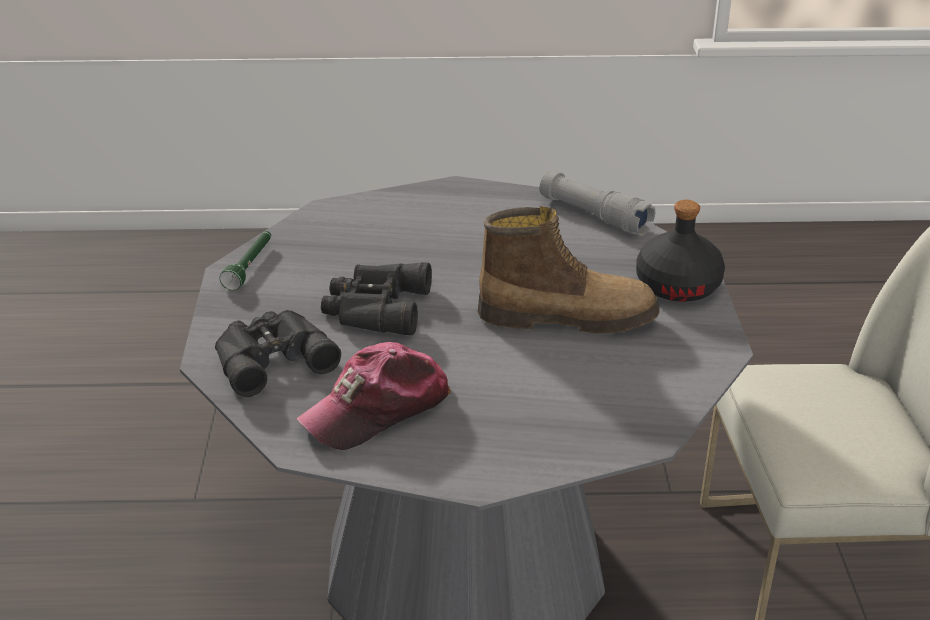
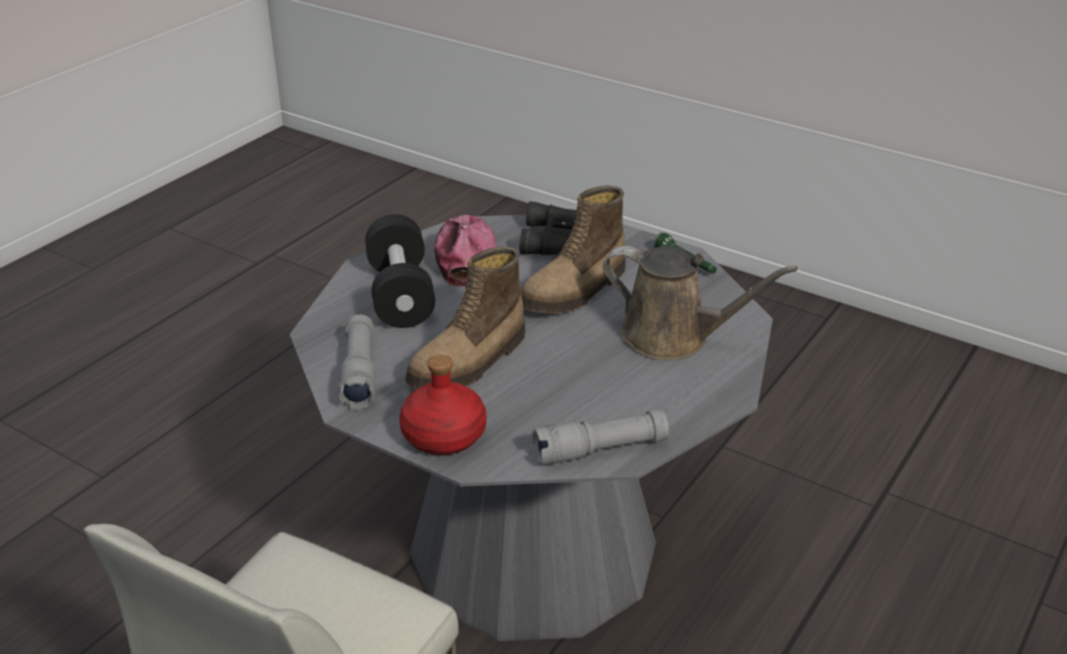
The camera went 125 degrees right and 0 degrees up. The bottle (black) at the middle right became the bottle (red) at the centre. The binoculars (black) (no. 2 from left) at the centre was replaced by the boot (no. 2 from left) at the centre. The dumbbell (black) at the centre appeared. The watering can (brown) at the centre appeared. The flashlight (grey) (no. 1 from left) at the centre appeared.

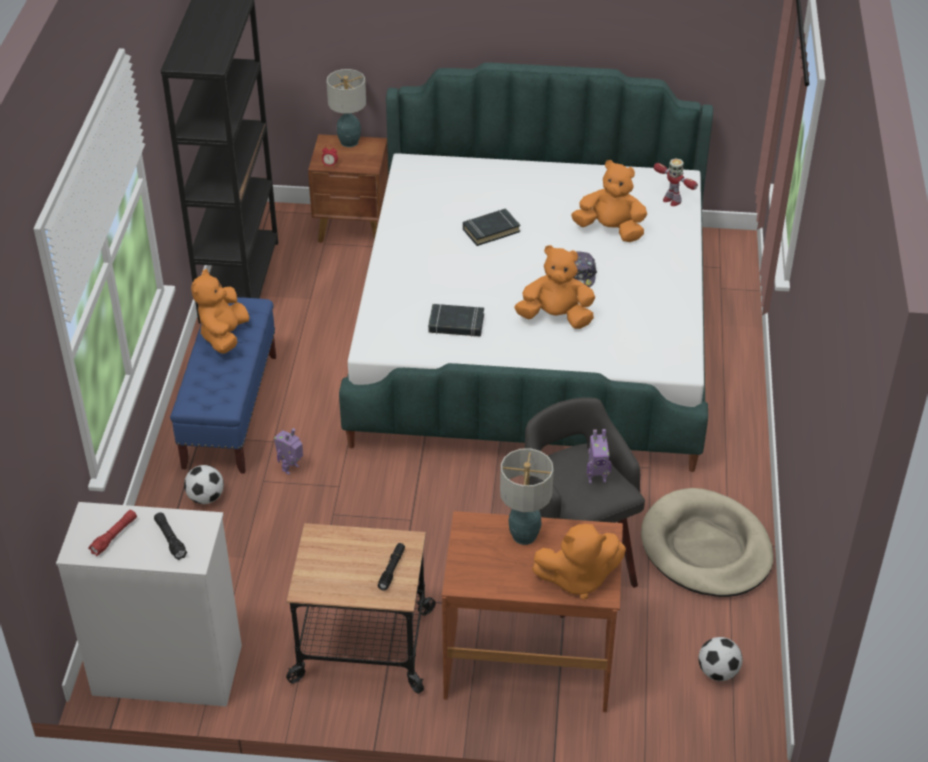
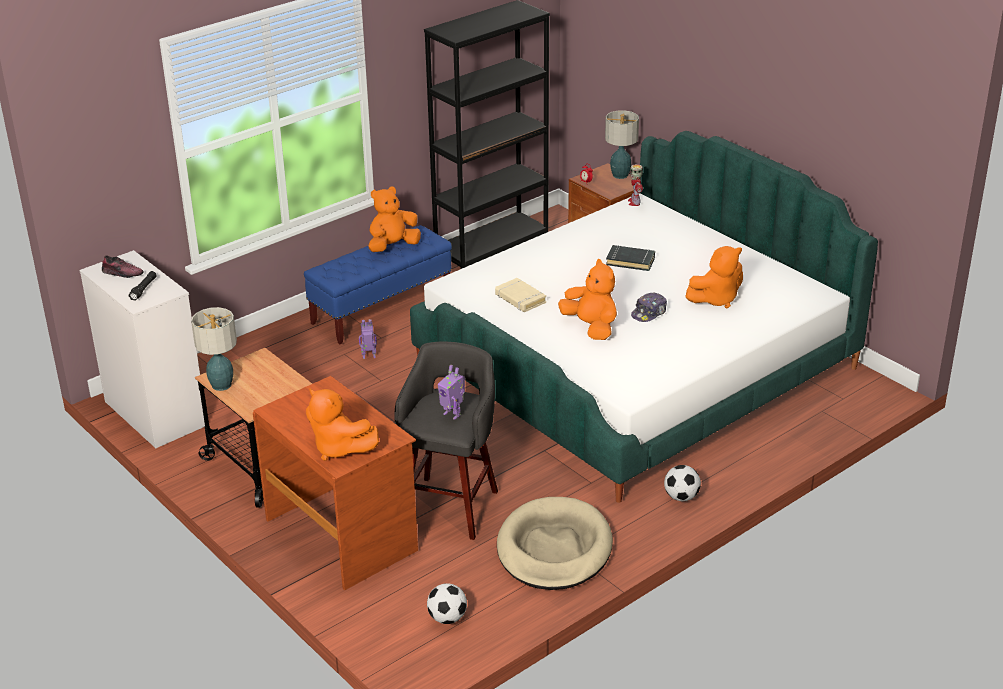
The camera went 45 degrees right and 10 degrees down. The toy robot (no. 3 from left) moved from the top right to the top centre. The plush toy (orange) (no. 4 from left) at the top centre turned 90 degrees clockwise. The book (black) (no. 1 from left) at the centre became the book (beige) at the centre. The table lamp (no. 2 from left in the first image) moved from the centre to the middle left. The football (no. 1 from left in the first image) moved from the middle left to the bottom right. The flashlight (red) at the bottom left was replaced by the shoe at the middle left. The flashlight (black) (no. 2 from left) at the bottom centre disappeared.

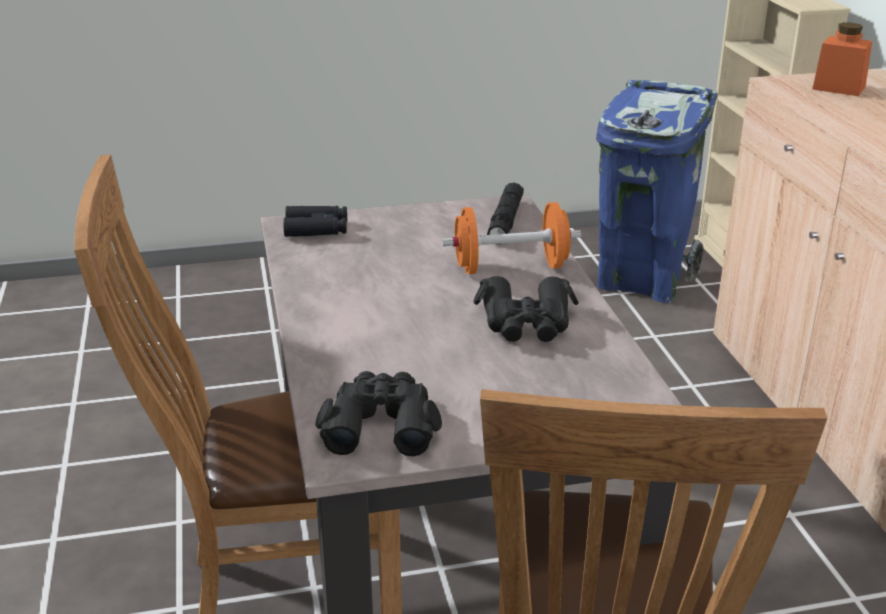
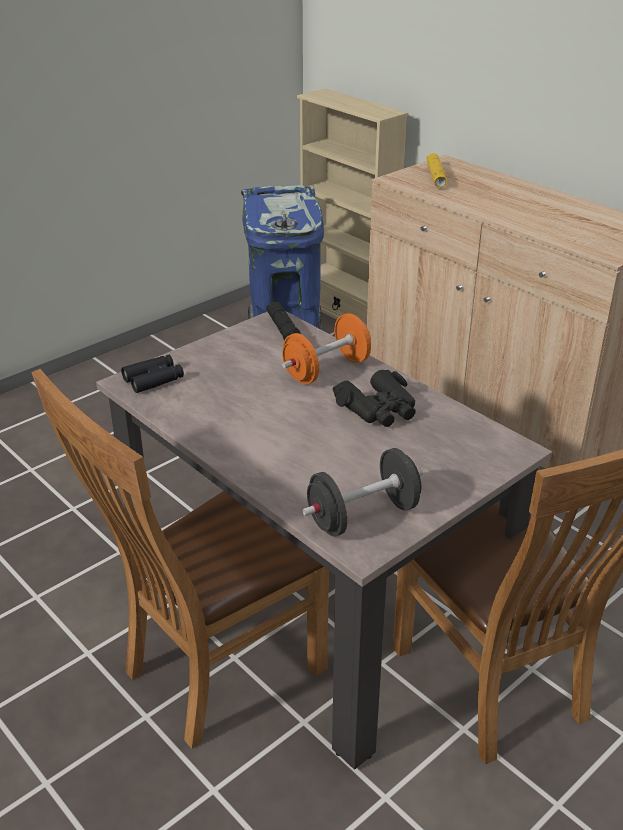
The camera went 30 degrees left and 5 degrees up. The jar (orange) at the top right was replaced by the flashlight (yellow) at the top right. The binoculars (black) (no. 2 from left) at the bottom centre was replaced by the dumbbell (black) at the centre.

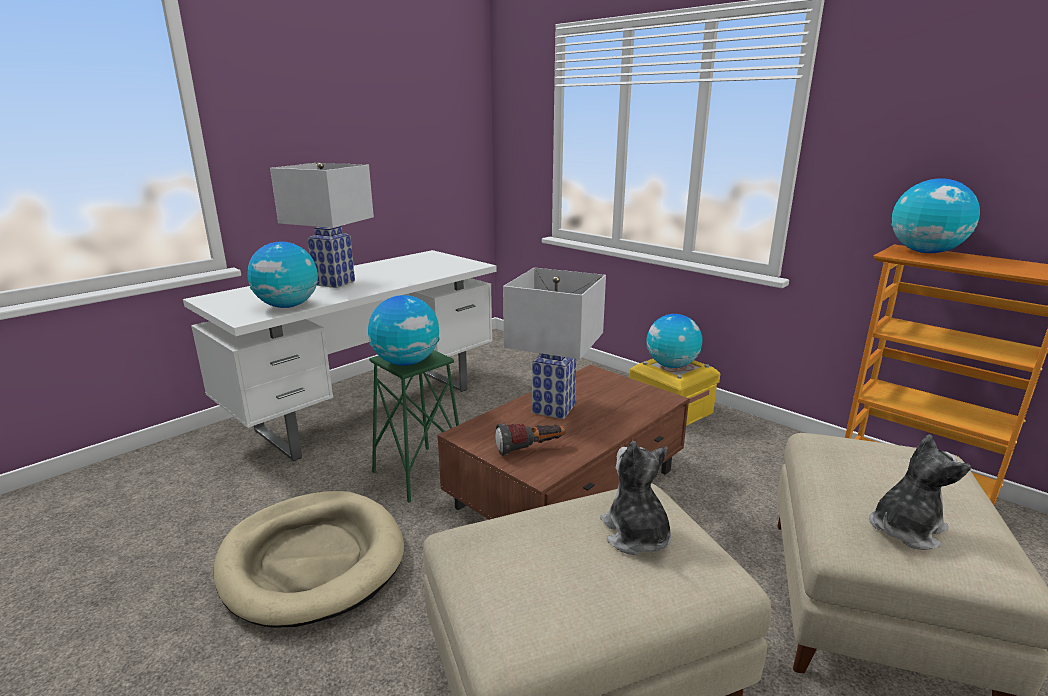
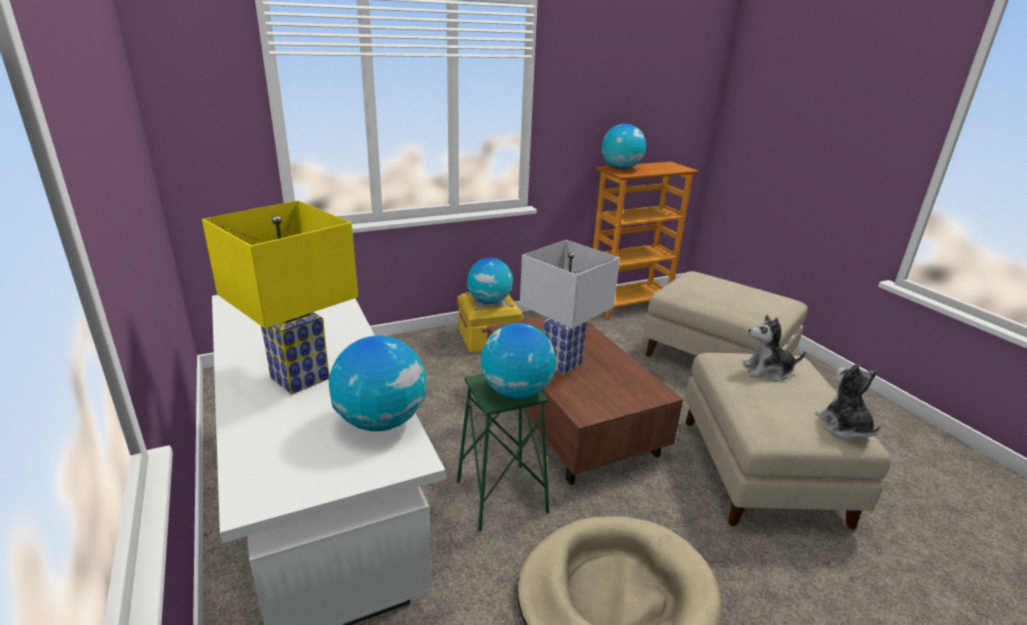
The camera went 70 degrees left and 5 degrees up. The table lamp (white) (no. 1 from left) at the top left became the table lamp (yellow) at the middle left. The flashlight at the centre disappeared. The plush toy (no. 2 from left) moved from the bottom right to the middle right.

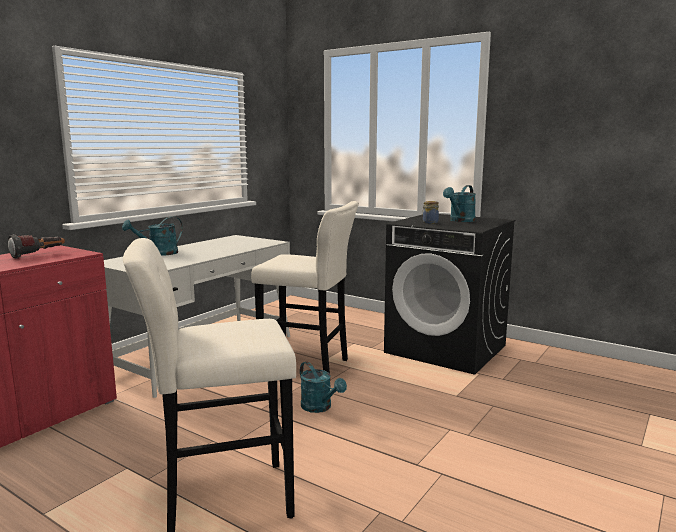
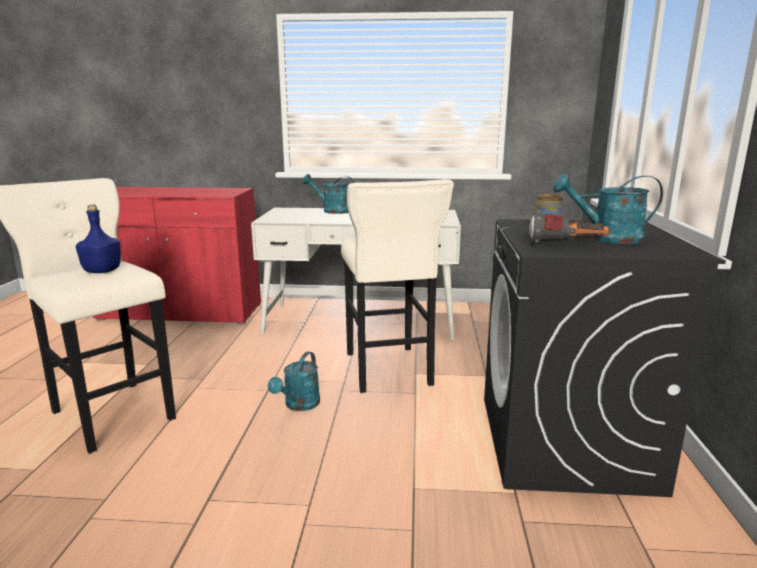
The camera went 60 degrees right and 5 degrees up. The flashlight moved from the middle left to the middle right. The bottle (blue) at the middle left appeared.

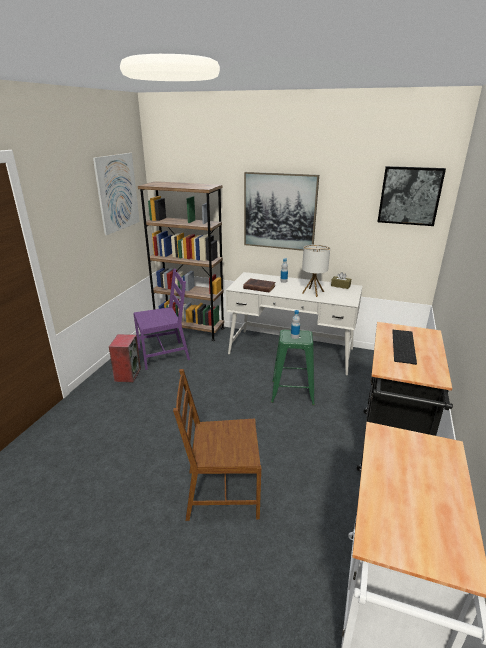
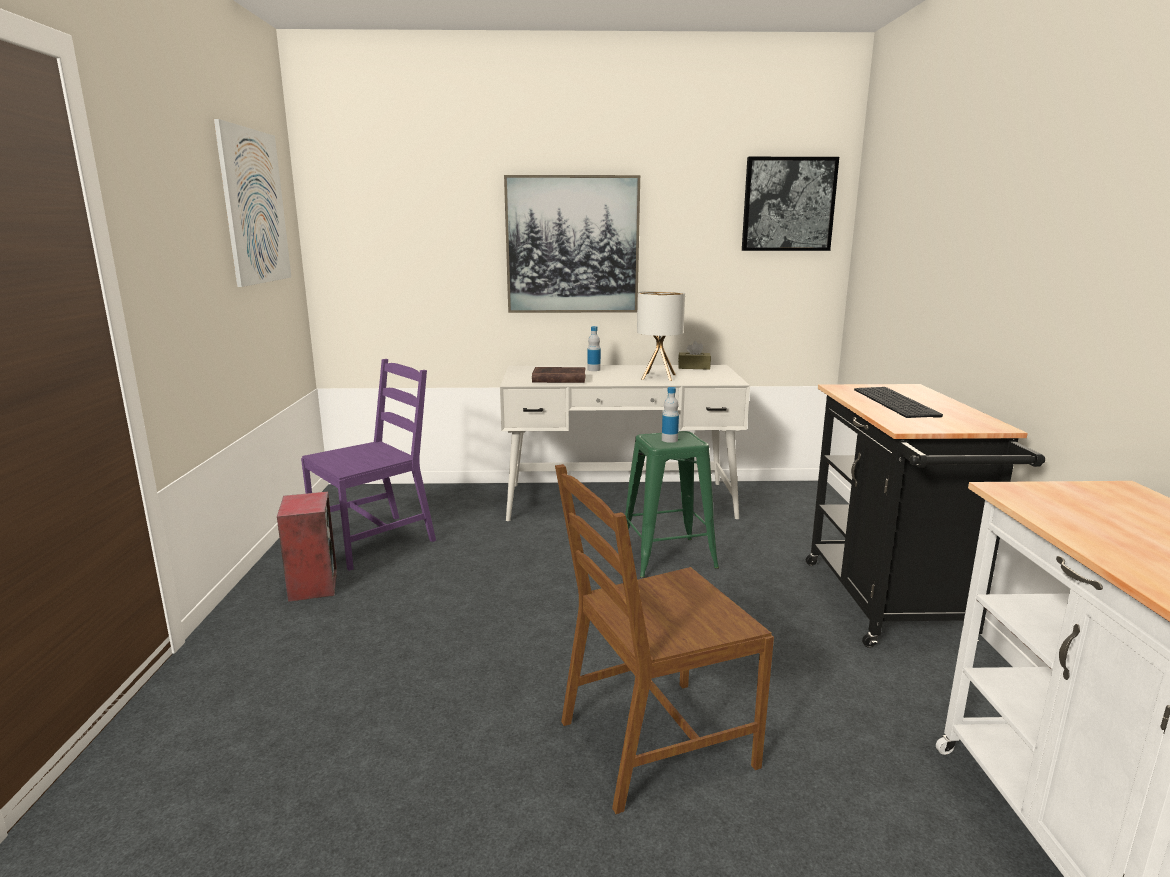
The camera went 20 degrees left and 10 degrees down. The bookcase (brown) at the centre disappeared.

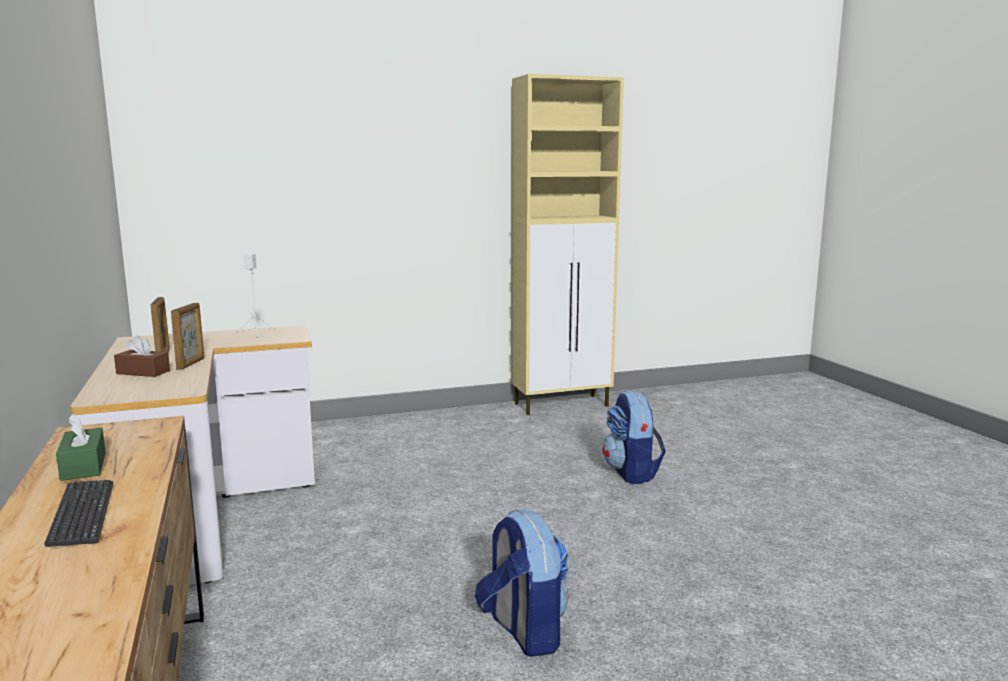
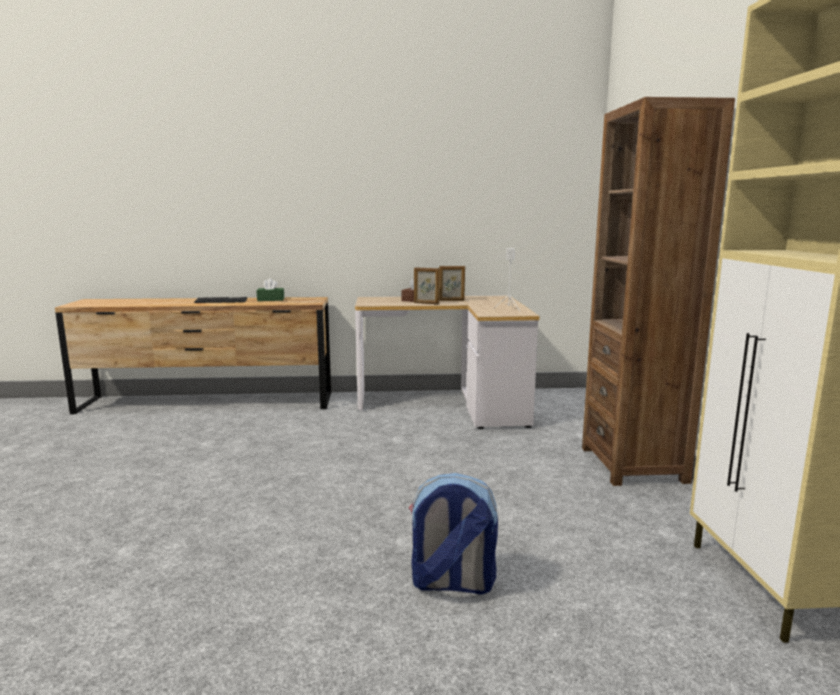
The camera went 105 degrees right and 0 degrees up. The backpack (no. 1 from left) at the bottom centre disappeared. The bookcase (brown) at the middle right appeared.

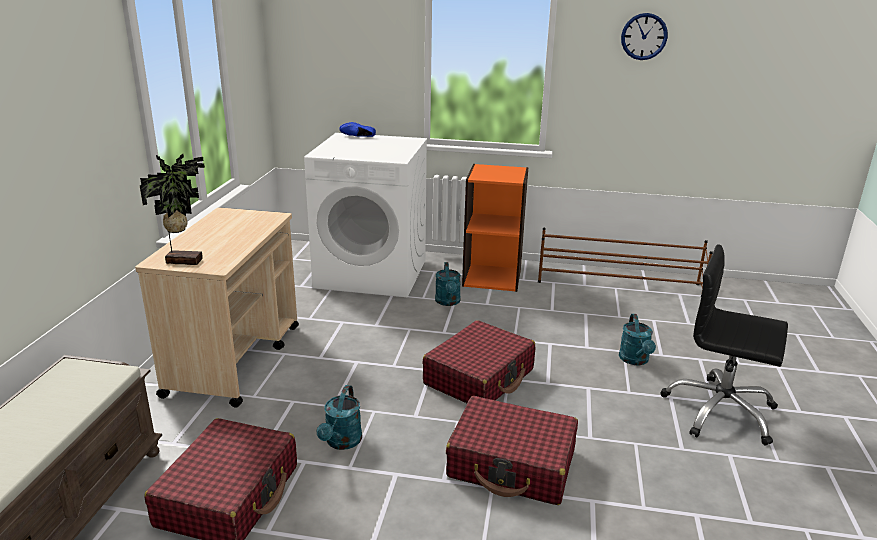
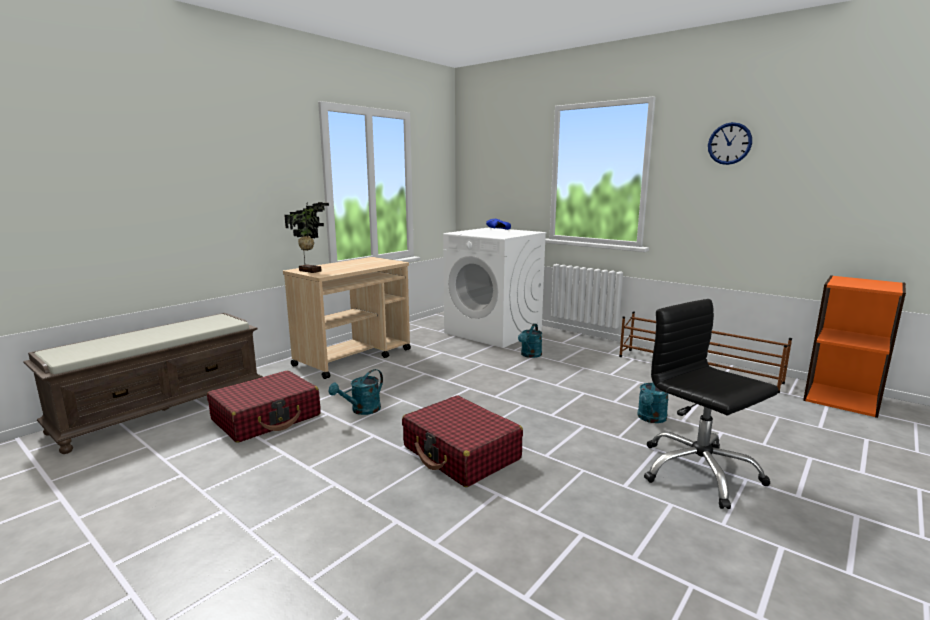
The camera went 30 degrees right and 10 degrees down. The bookcase (orange) moved from the centre to the middle right. The suitcase (red) (no. 2 from left) at the bottom centre disappeared.

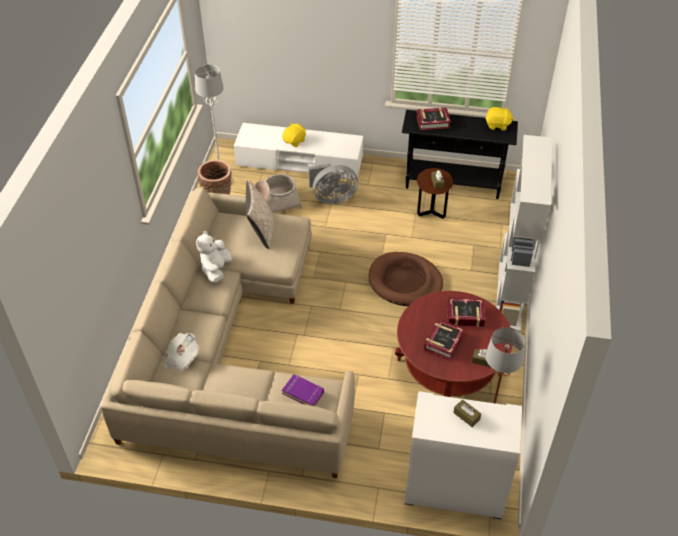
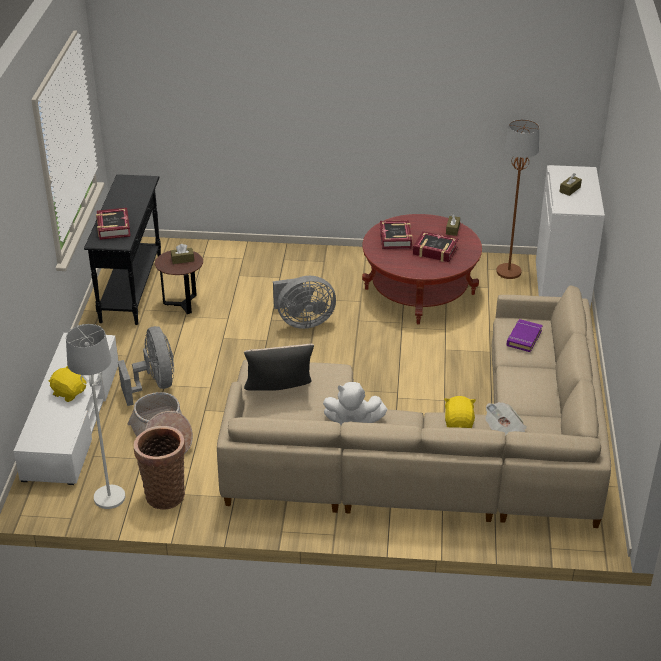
The camera went 95 degrees left and 10 degrees down. The plush toy (yellow) (no. 2 from left) moved from the top right to the middle right. The bookcase (white) at the middle right disappeared. The dog bed (brown) at the centre was replaced by the fan (grey) (no. 2 from left) at the centre.

